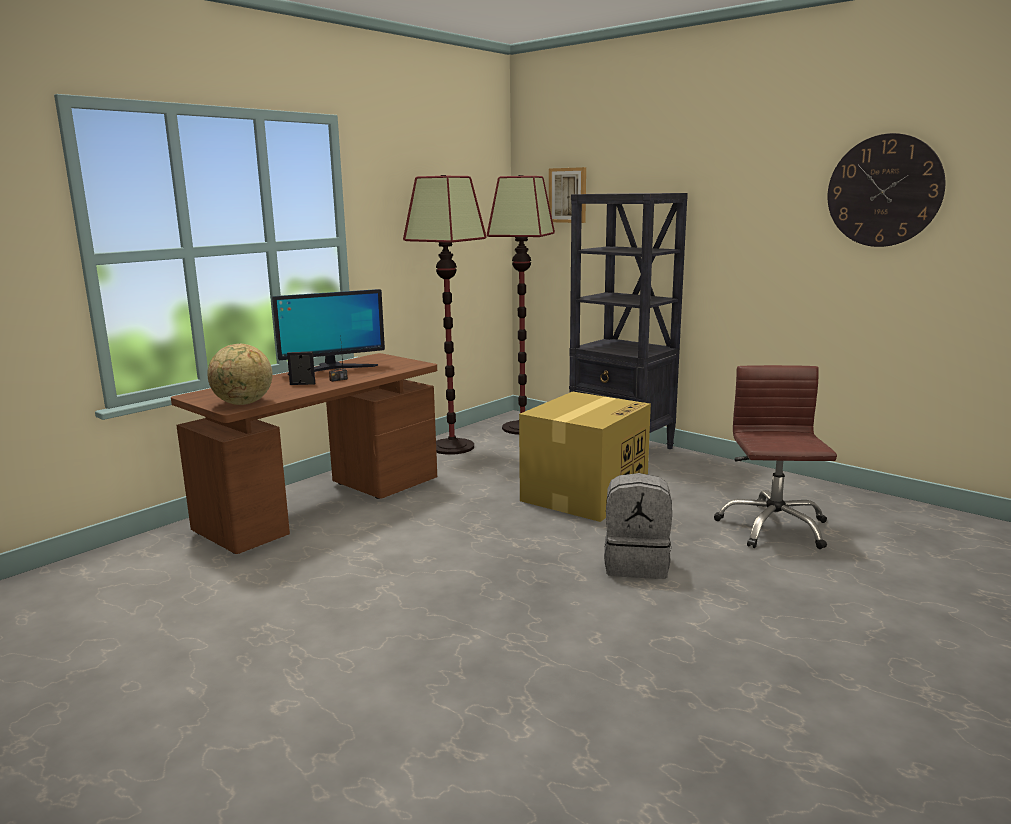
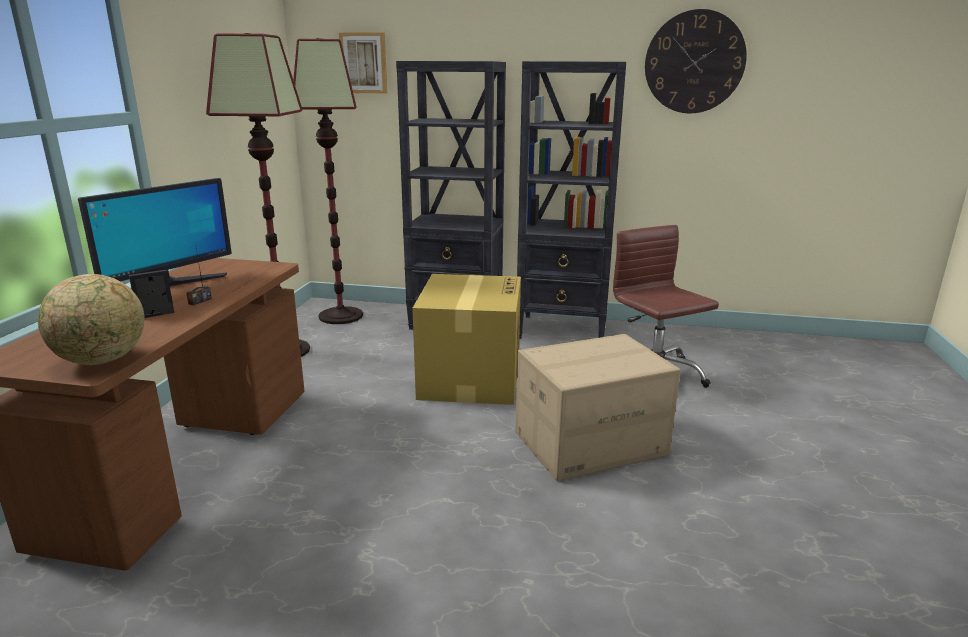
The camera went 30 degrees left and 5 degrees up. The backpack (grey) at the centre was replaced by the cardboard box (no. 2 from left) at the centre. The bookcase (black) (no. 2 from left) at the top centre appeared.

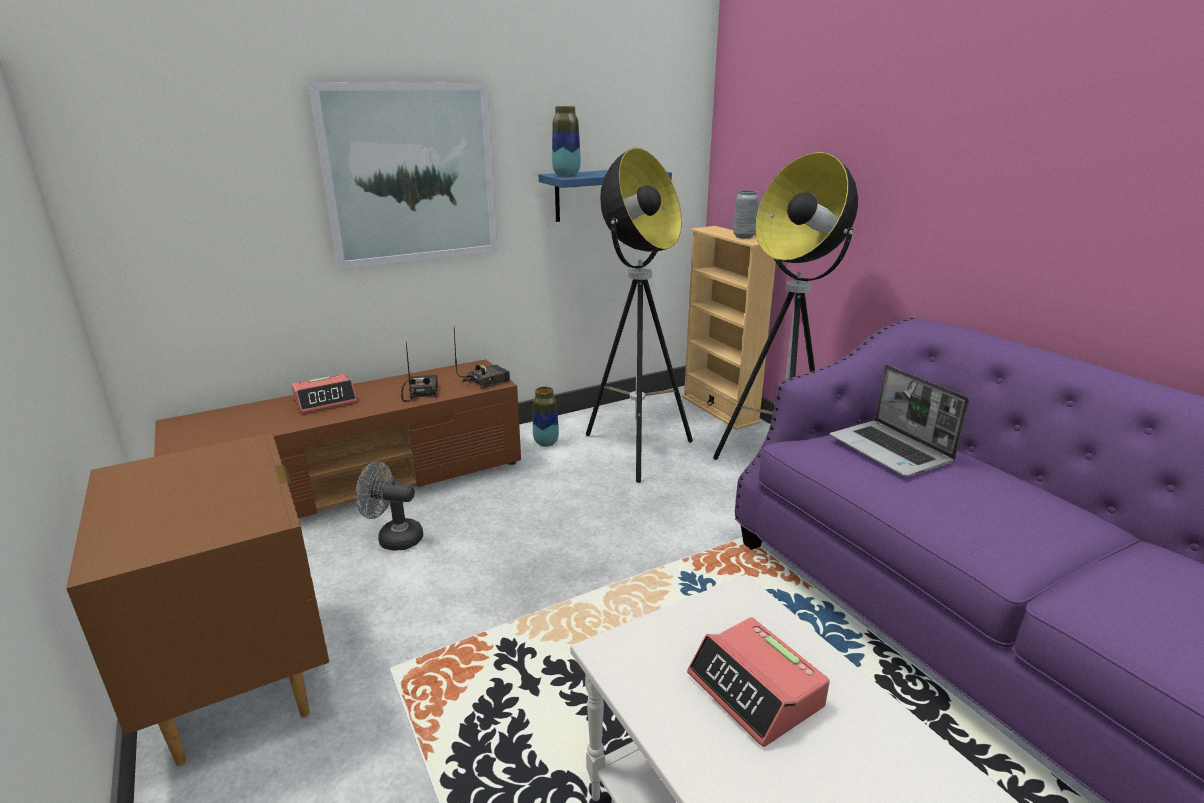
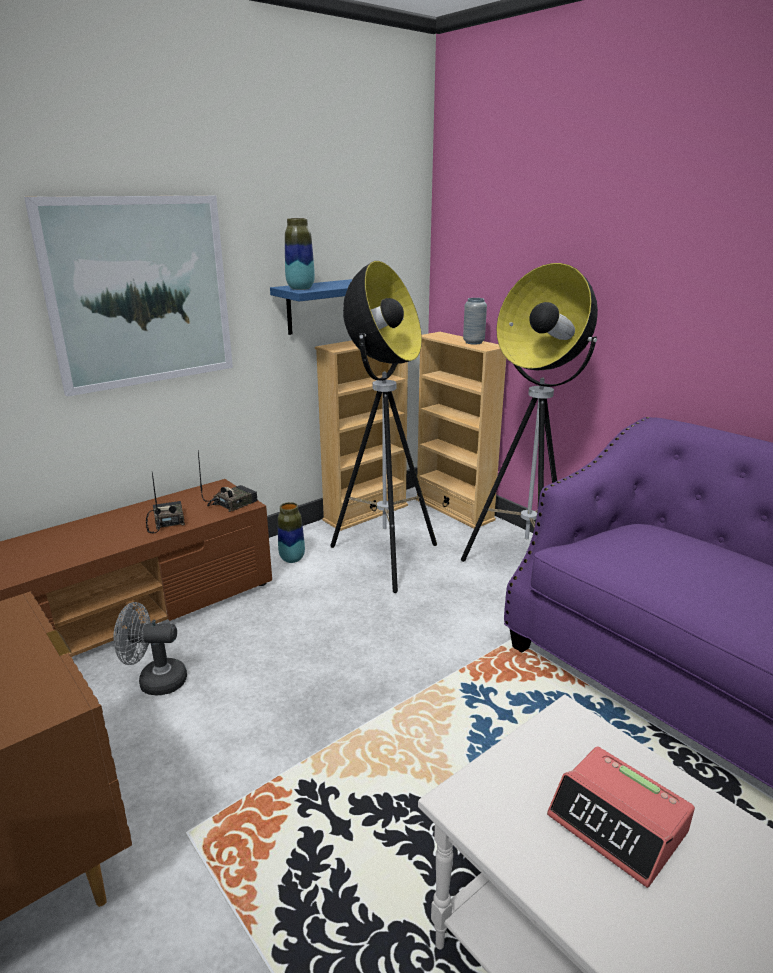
The camera went 10 degrees left and 0 degrees up. The laptop at the middle right disappeared. The alarm clock (no. 1 from left) at the middle left disappeared. The bookcase (beige) (no. 1 from left) at the centre appeared.

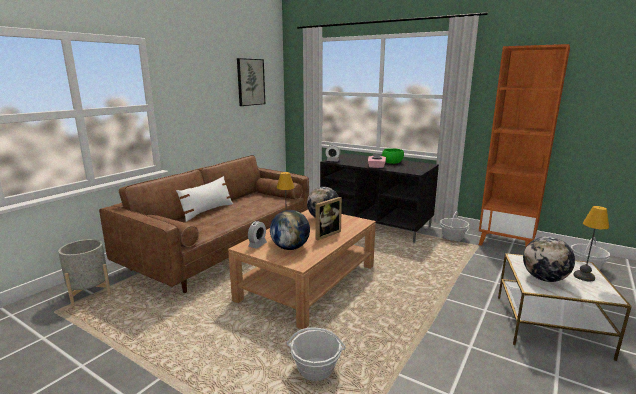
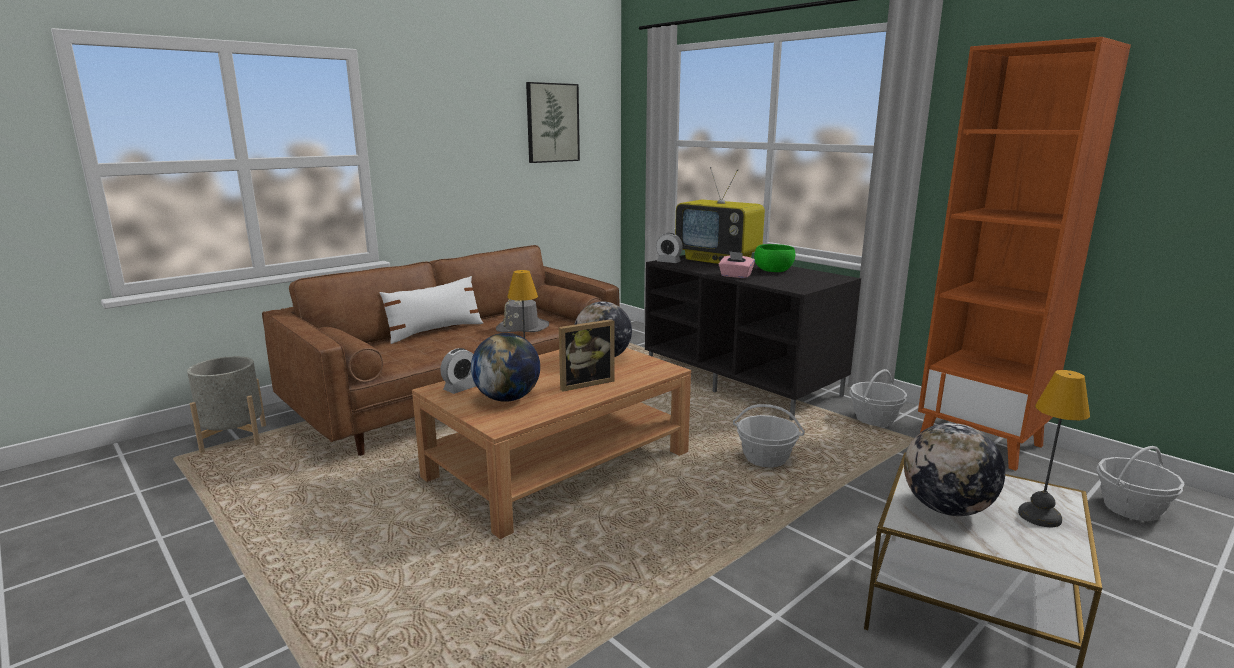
The camera went 15 degrees right and 0 degrees up. The basket (no. 1 from left) moved from the bottom centre to the centre. The television at the top centre appeared. The hat (grey) at the centre appeared.

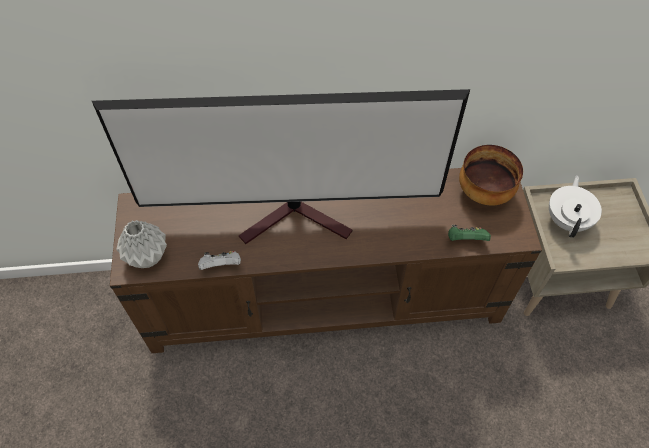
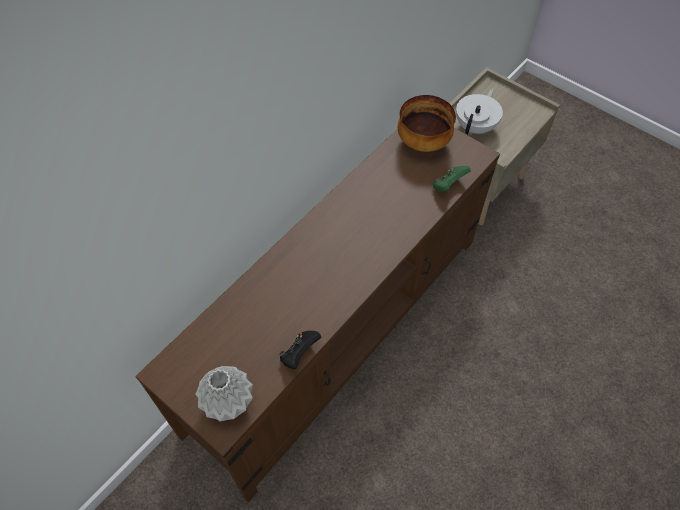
The camera went 45 degrees left and 0 degrees up. The television at the centre disappeared. The teapot (white) at the middle right turned 60 degrees clockwise. The game controller (white) at the centre became the game controller (black) at the bottom centre.

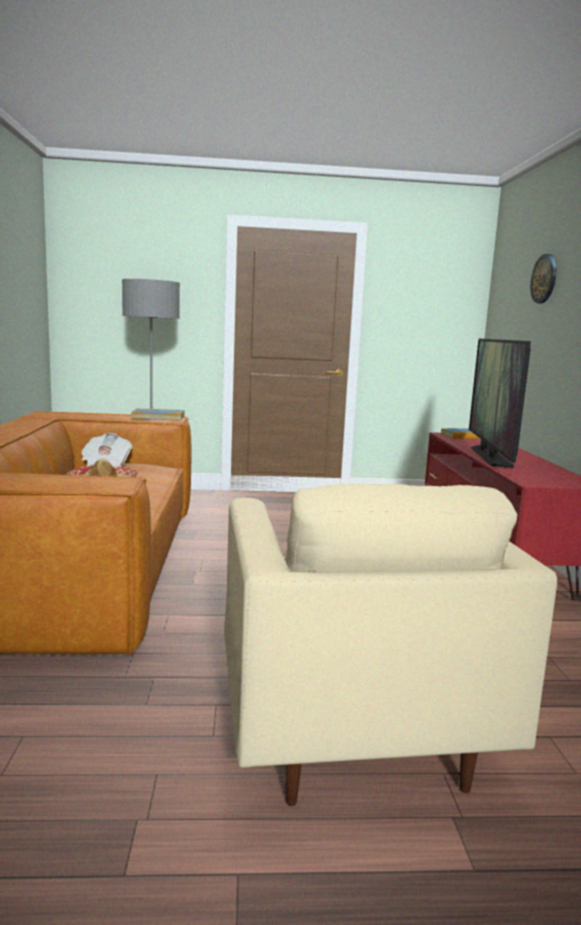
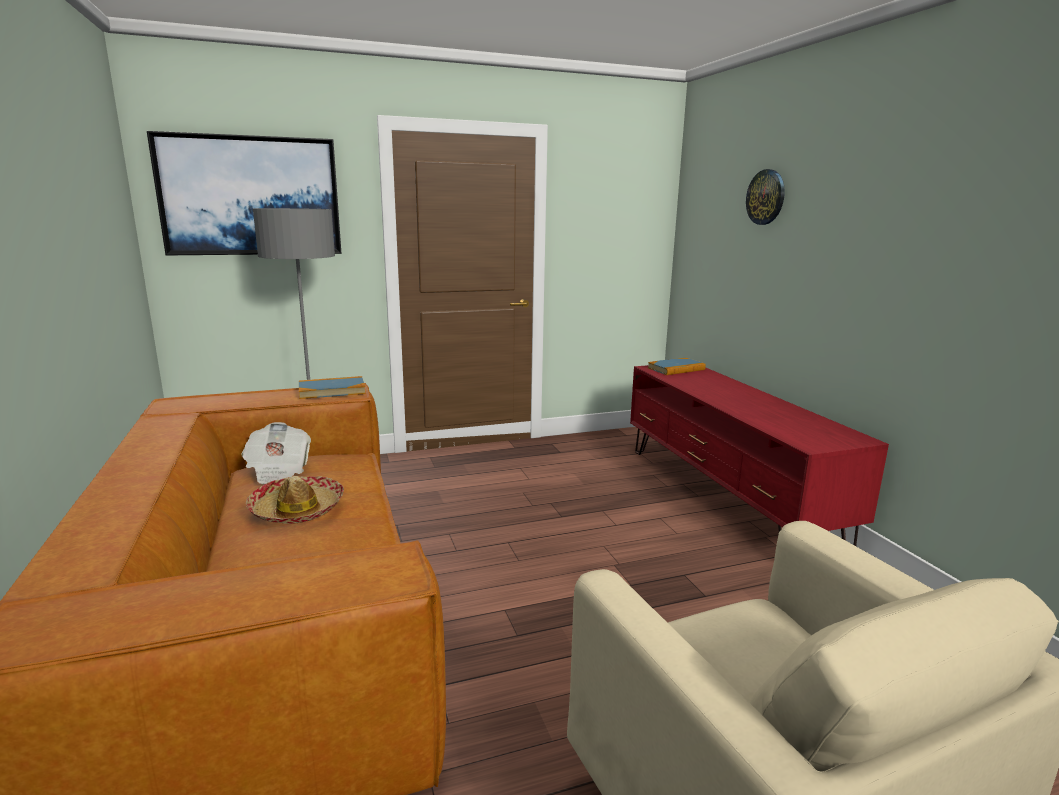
The camera went 15 degrees left and 5 degrees up. The television at the middle right disappeared. The picture at the top left appeared.

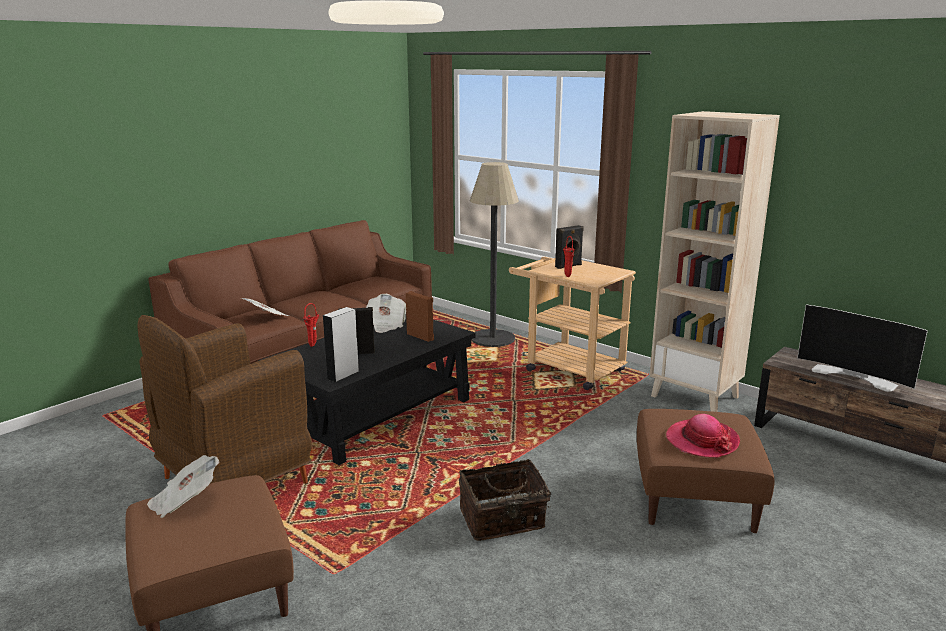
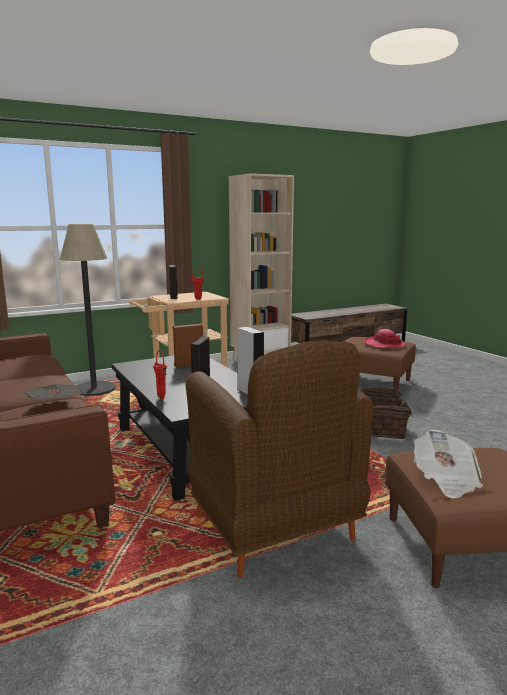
The camera went 70 degrees left and 5 degrees down. The newspaper (no. 3 from left) at the centre disappeared. The television at the middle right disappeared.

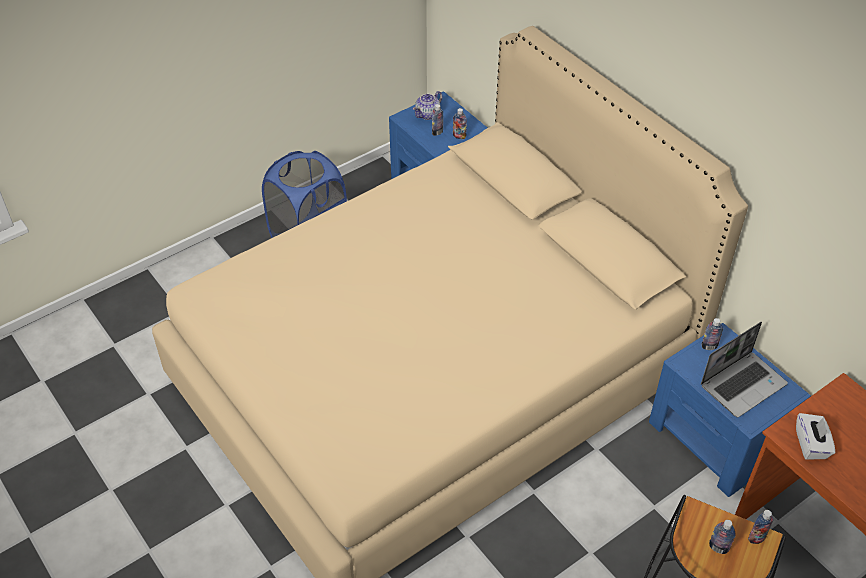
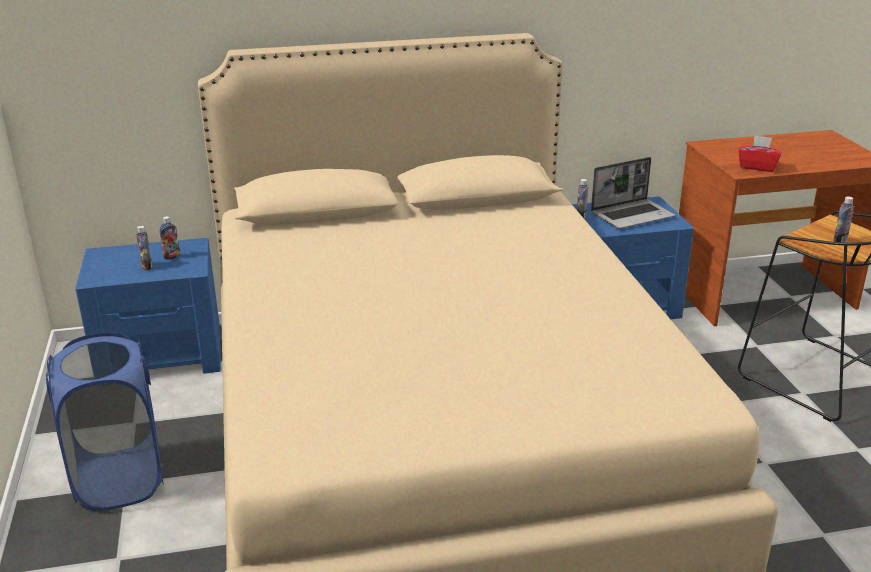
The camera went 65 degrees left and 20 degrees down. The teapot at the top centre disappeared. The laptop at the middle right turned 75 degrees clockwise. The tissue box (white) at the bottom right became the tissue box (red) at the top right. The bottle (no. 5 from left) at the bottom right disappeared.

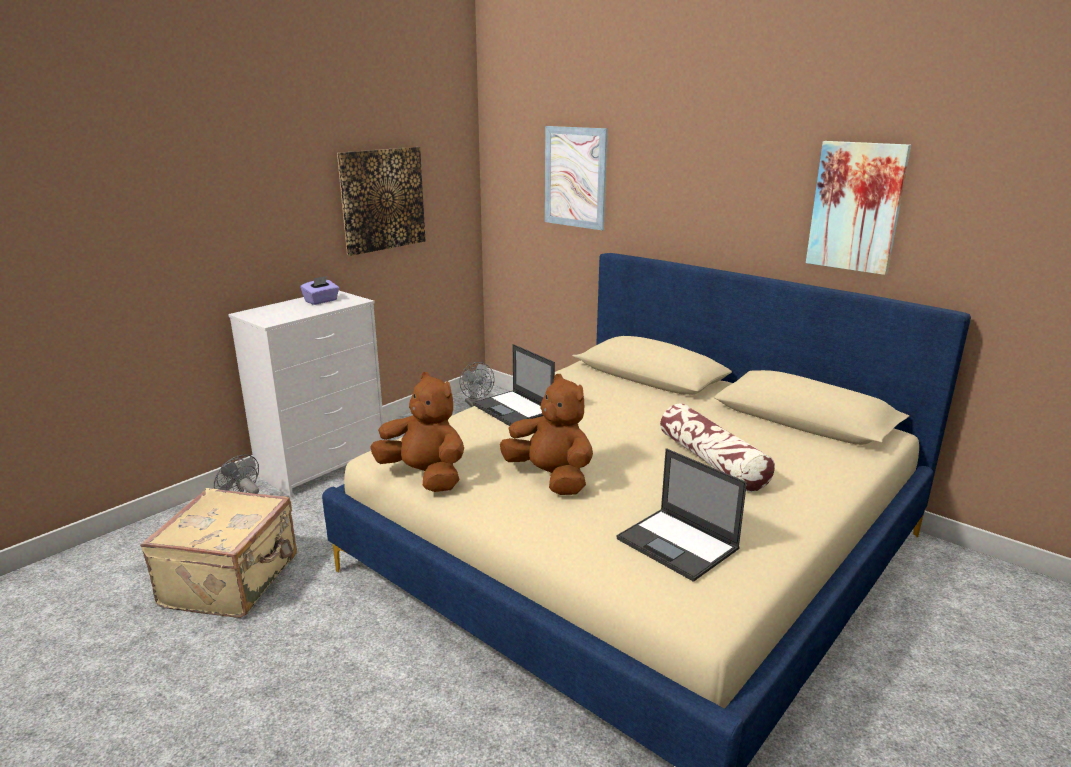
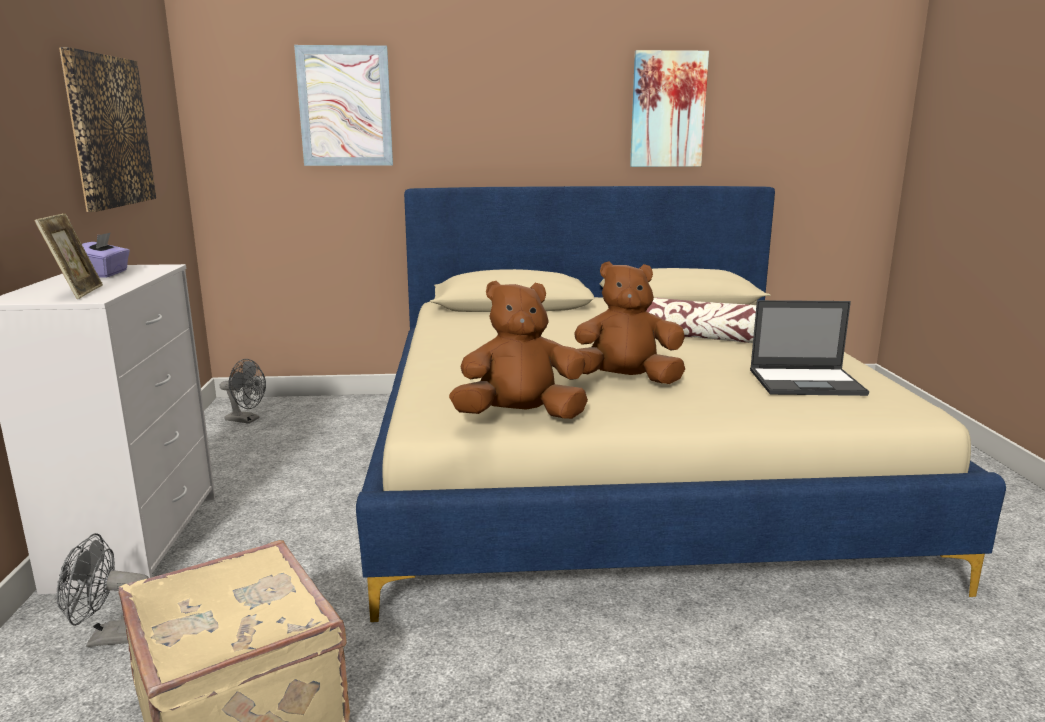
The camera went 45 degrees left and 5 degrees down. The laptop (no. 1 from left) at the centre disappeared. The picture frame at the middle left appeared.

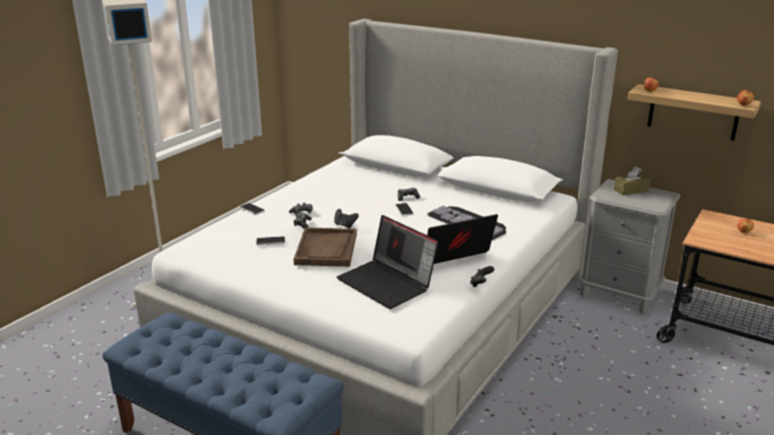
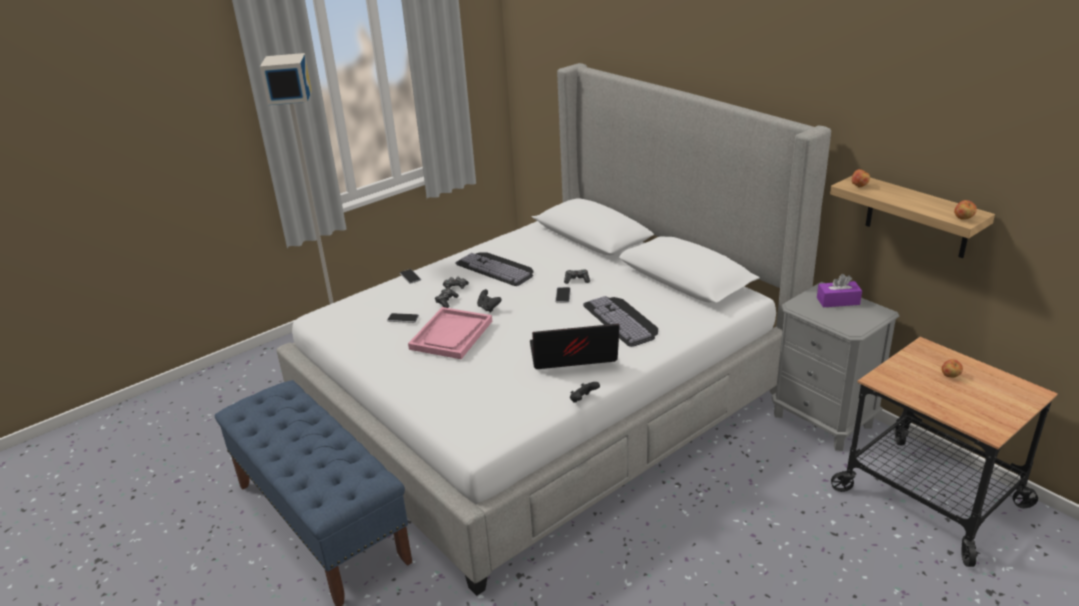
The camera went 20 degrees right and 5 degrees up. The tissue box (brown) at the middle right became the tissue box (purple) at the middle right. The laptop (no. 1 from left) at the centre disappeared. The tray (brown) at the centre became the tray (pink) at the centre. The keyboard (no. 1 from left) at the centre appeared.

